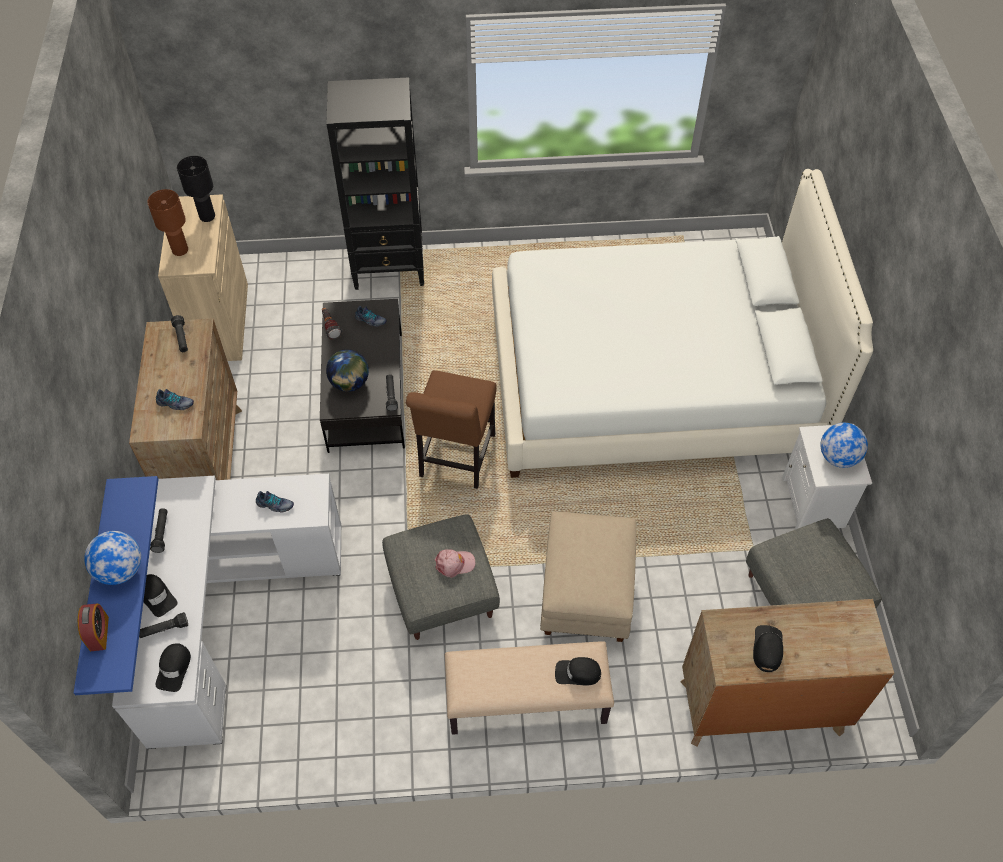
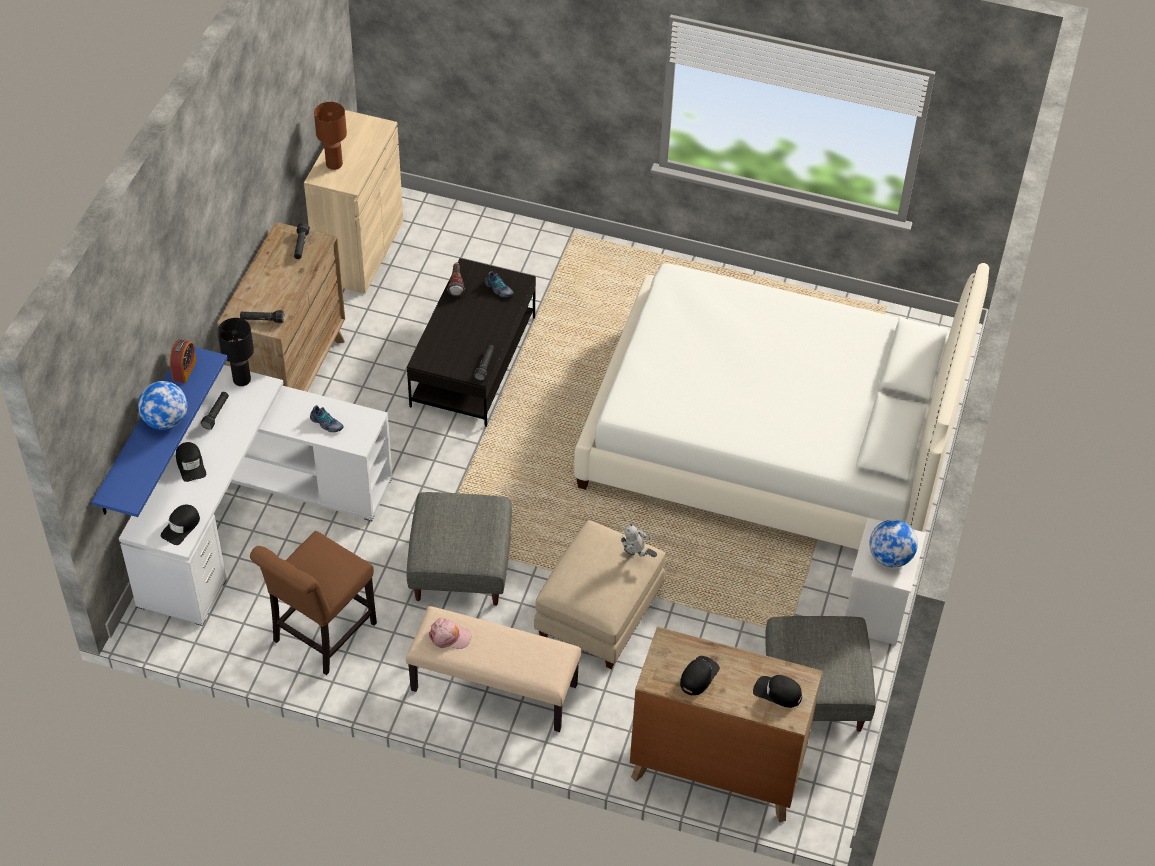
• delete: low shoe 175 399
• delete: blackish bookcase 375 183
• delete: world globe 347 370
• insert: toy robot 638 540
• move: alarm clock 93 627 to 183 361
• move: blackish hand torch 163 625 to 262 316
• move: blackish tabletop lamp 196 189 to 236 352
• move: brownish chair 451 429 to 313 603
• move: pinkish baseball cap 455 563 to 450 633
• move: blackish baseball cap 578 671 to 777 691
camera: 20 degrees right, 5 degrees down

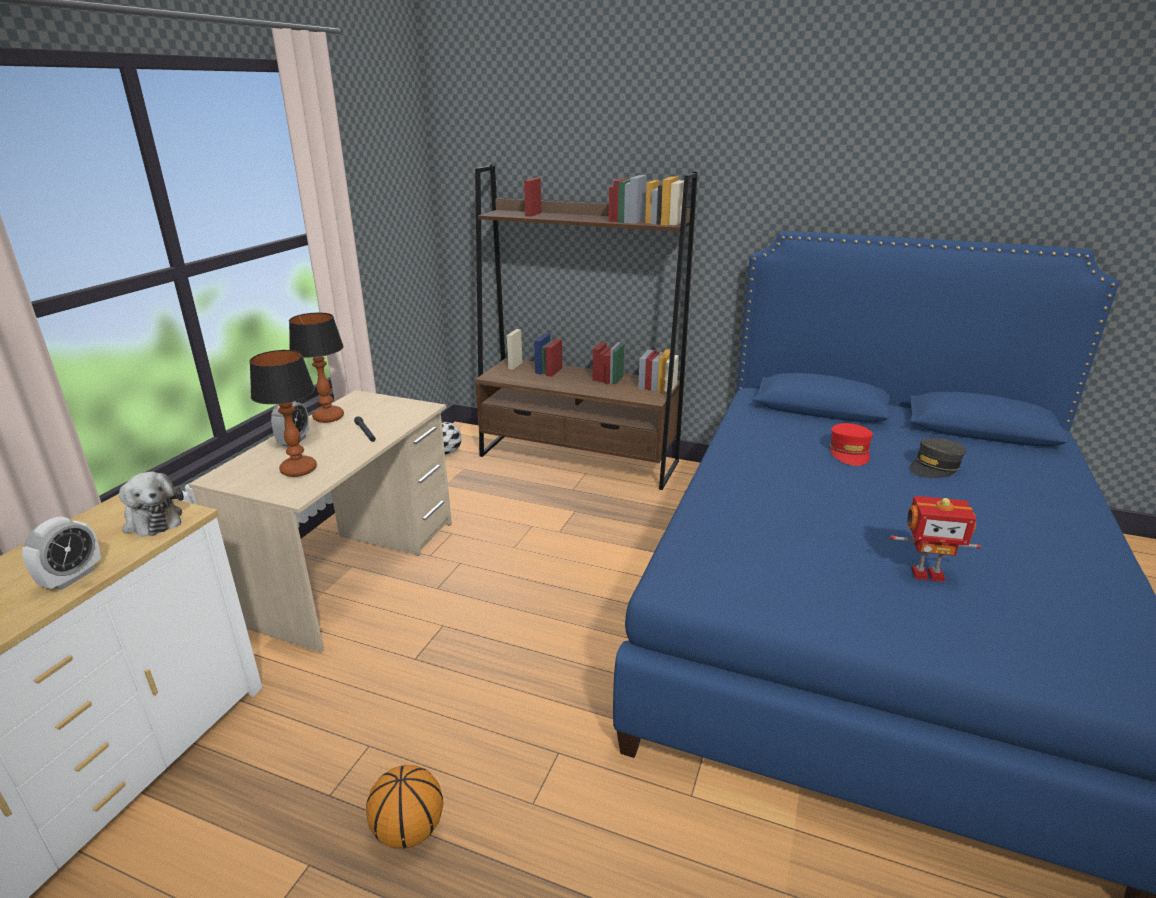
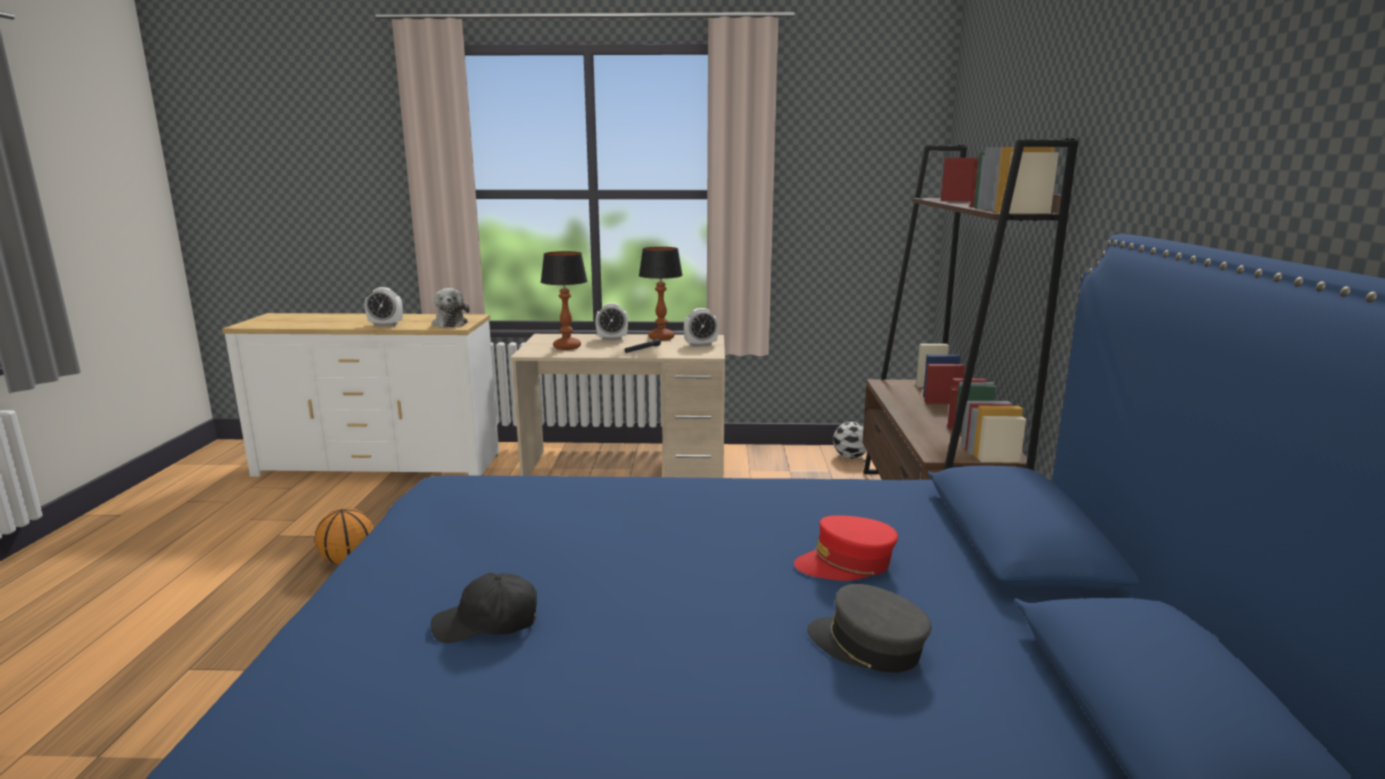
• insert: alarm clock 701 327
• replace: toy robot 935 539 to blackish baseball cap 484 608
• rotate: plush toy 151 504 = 451 308 45 degrees counterclockwise
camera: 70 degrees right, 10 degrees down

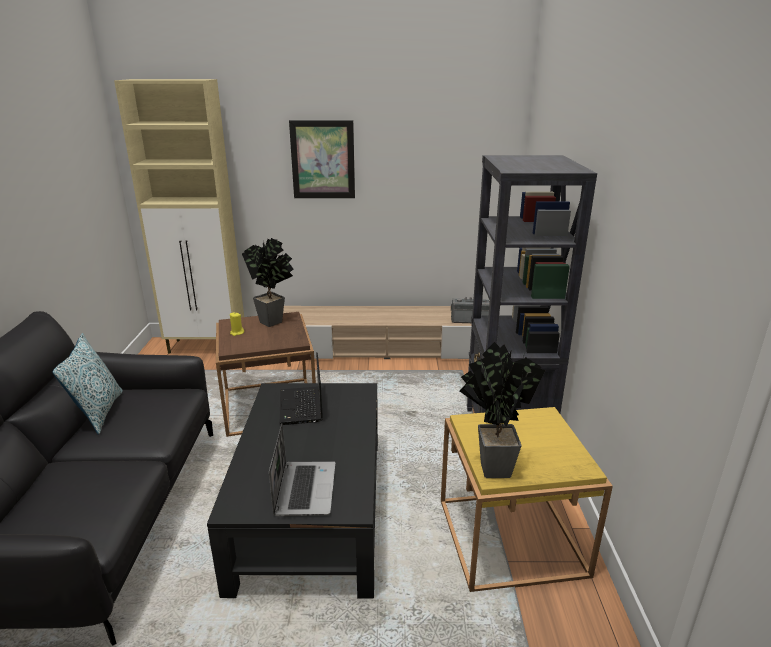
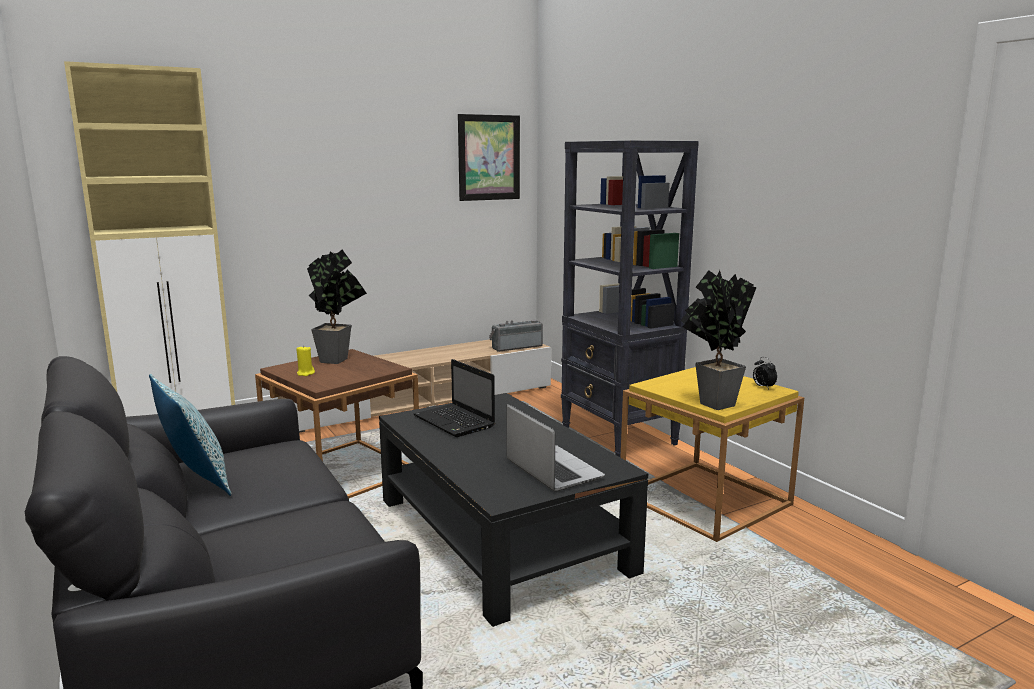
• insert: alarm clock 765 373
• move: wall art 322 159 to 489 157
camera: 30 degrees left, 10 degrees down

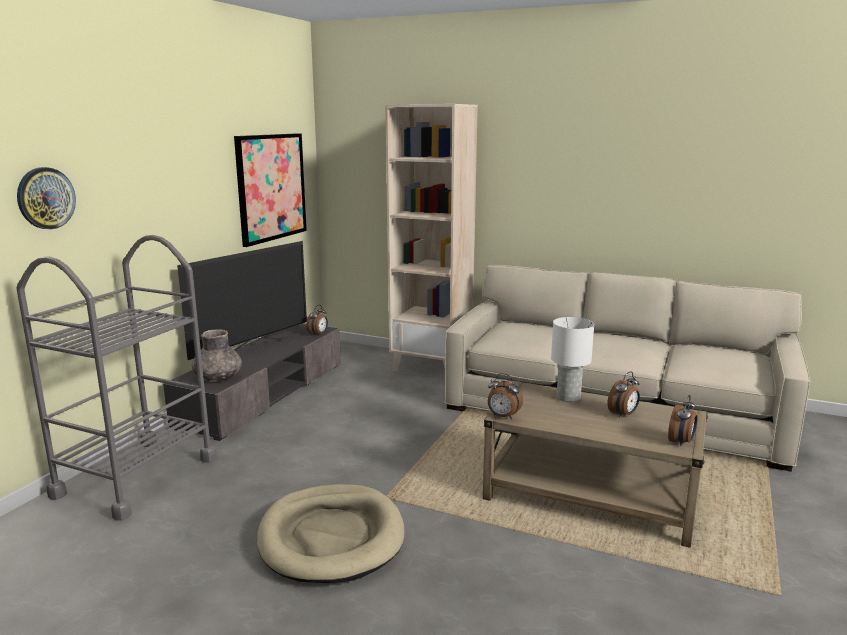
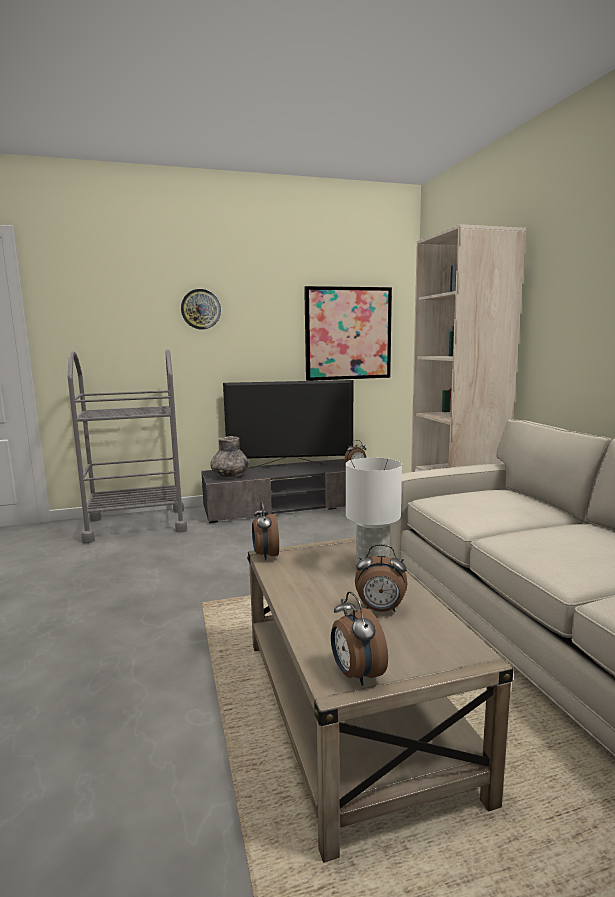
• delete: beige-coloured dog cushion 331 533
• move: hanging clock 46 198 to 201 309
• rotate: alarm clock 682 420 = 359 639 75 degrees clockwise
camera: 50 degrees right, 5 degrees down

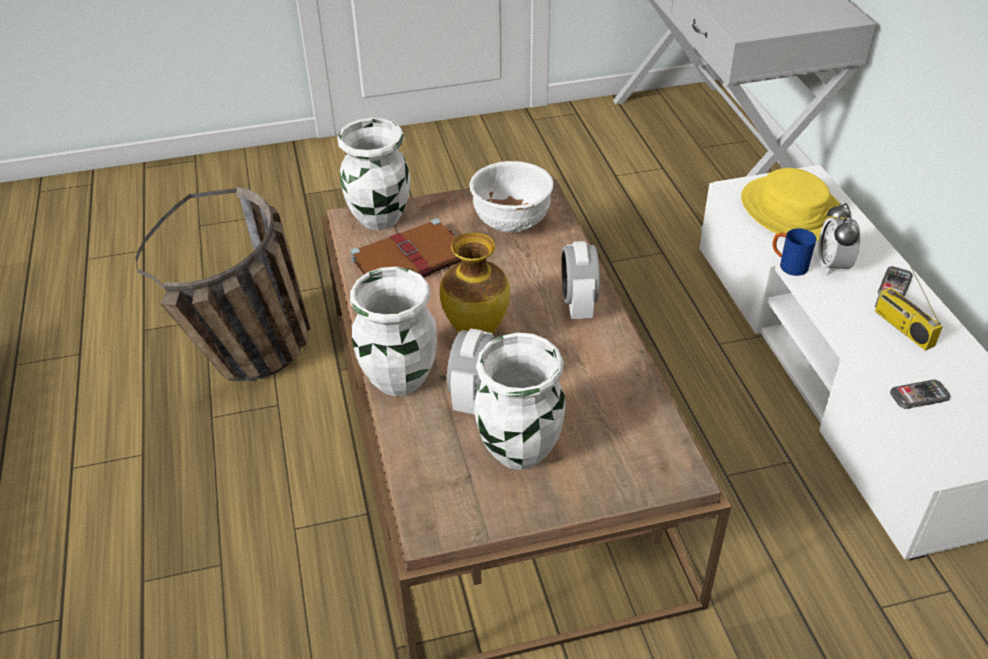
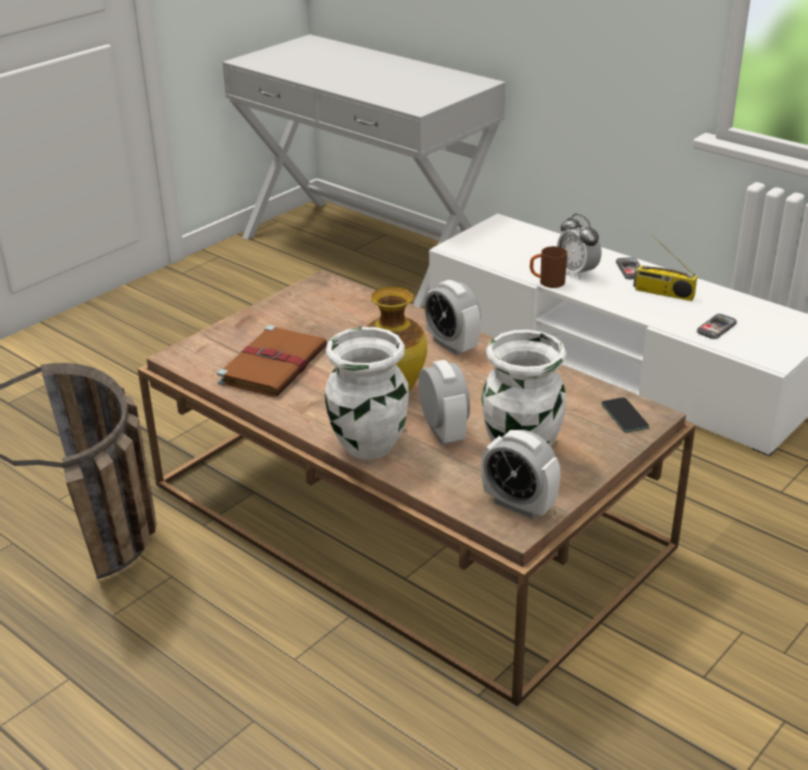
• delete: white-coloured vase 373 174
• delete: white-coloured deep dish 511 197
• delete: yellow hat 794 204
• insert: alarm clock 521 474
• insert: handset 625 415
• recolor: blue tea mug 794 252 to brownish tea mug 549 267
camera: 35 degrees left, 10 degrees down

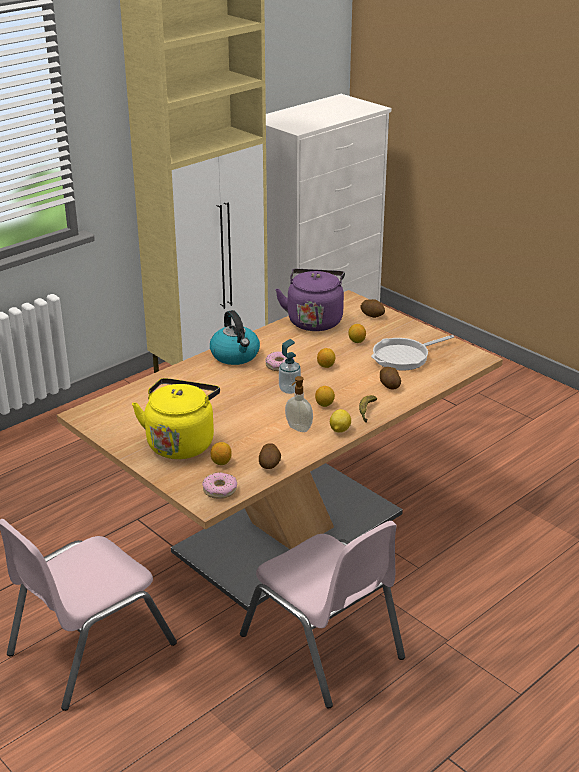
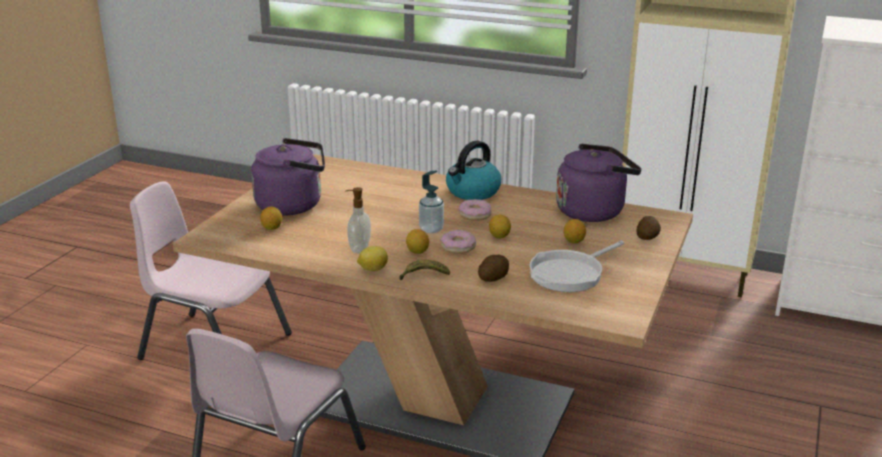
• delete: whole potato 270 456
• move: donut 219 485 to 458 242
• recolor: yellow water kettle 176 418 to purplish water kettle 288 176
• rotate: pan 412 353 = 577 266 75 degrees counterclockwise
camera: 65 degrees right, 5 degrees down

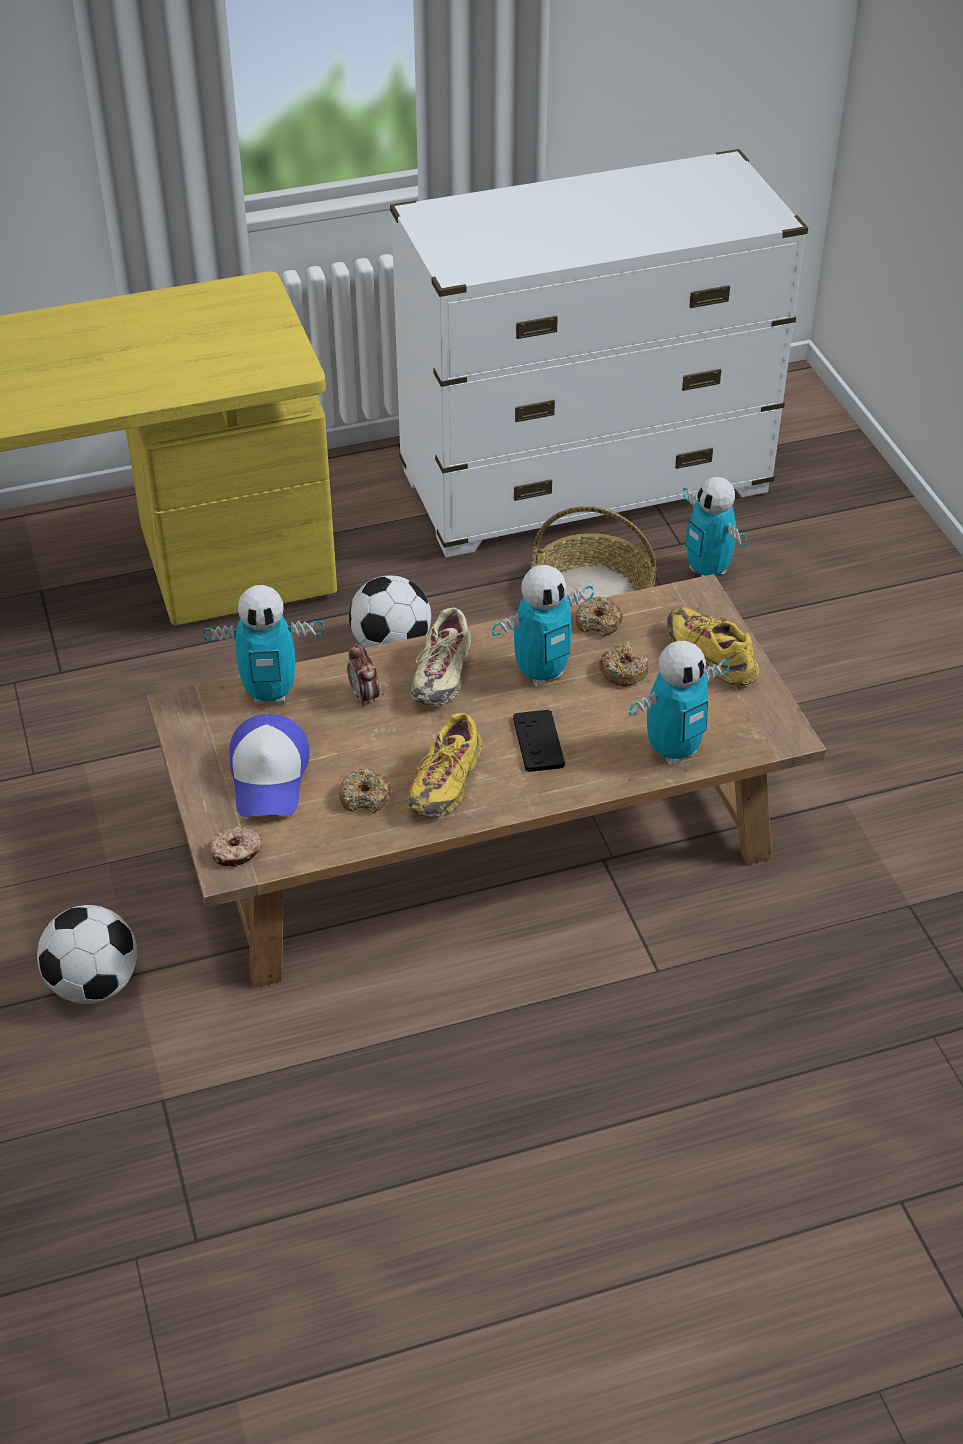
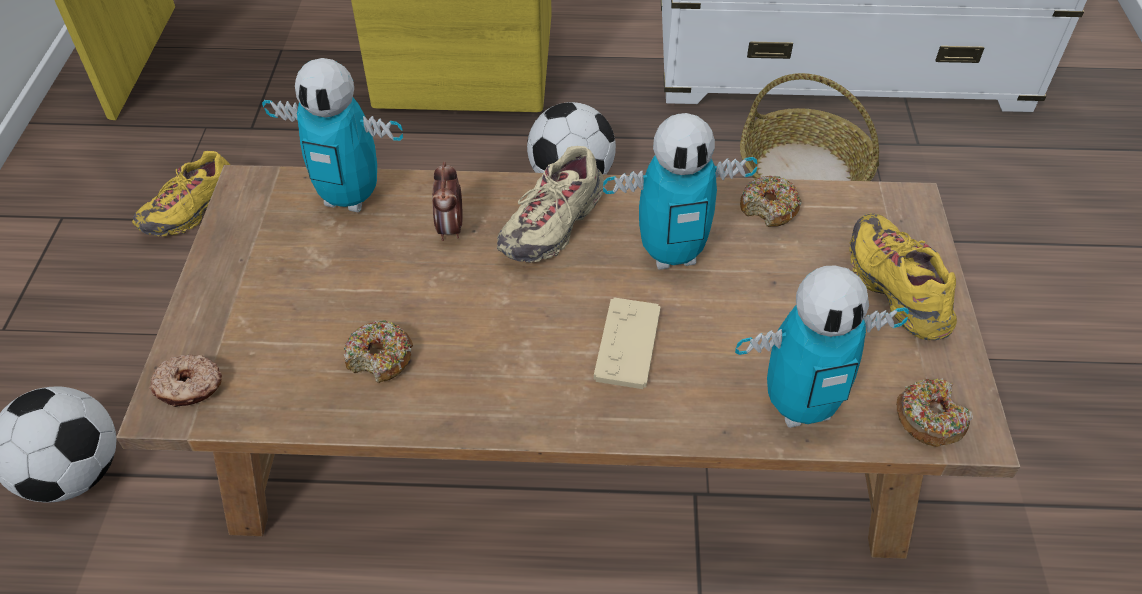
• delete: baseball cap 269 765
• delete: toy robot 715 527
• move: yellow low shoe 444 765 to 181 193
• move: donut 623 665 to 934 413
• recolor: blackish joypad 539 741 to beige-coloured joypad 627 343
camera: 20 degrees right, 5 degrees up

